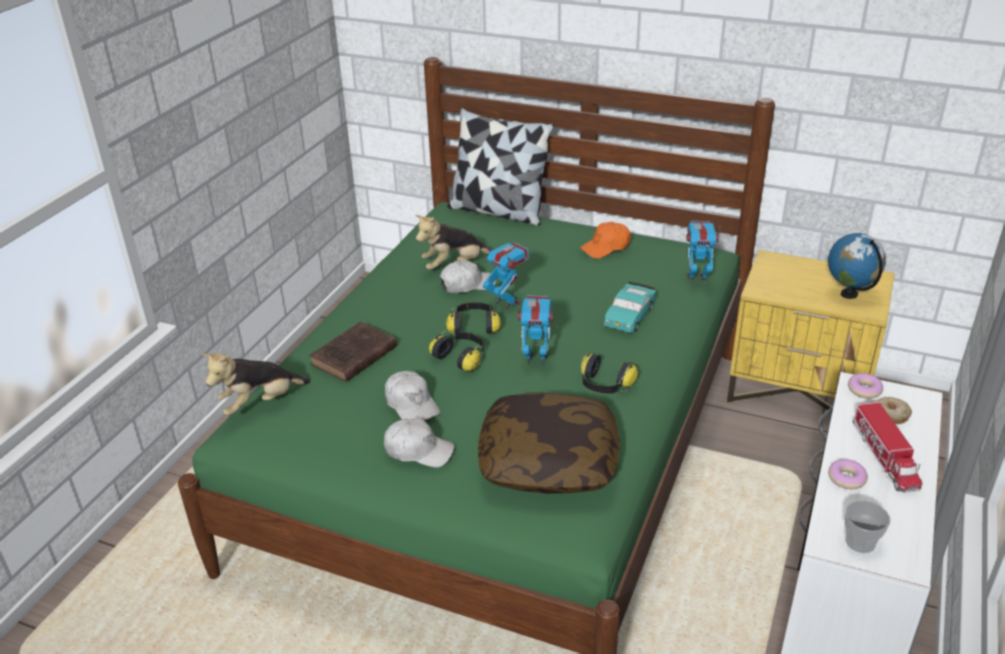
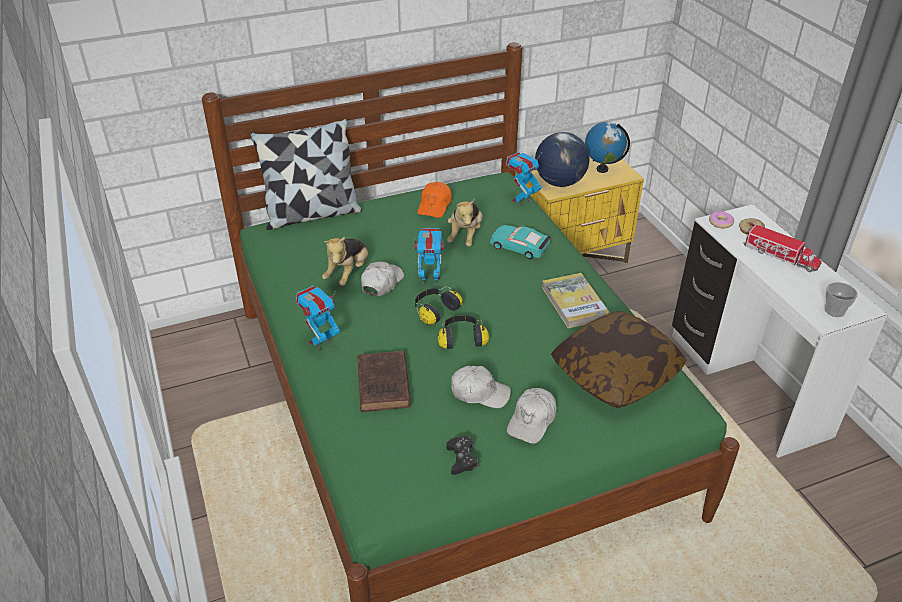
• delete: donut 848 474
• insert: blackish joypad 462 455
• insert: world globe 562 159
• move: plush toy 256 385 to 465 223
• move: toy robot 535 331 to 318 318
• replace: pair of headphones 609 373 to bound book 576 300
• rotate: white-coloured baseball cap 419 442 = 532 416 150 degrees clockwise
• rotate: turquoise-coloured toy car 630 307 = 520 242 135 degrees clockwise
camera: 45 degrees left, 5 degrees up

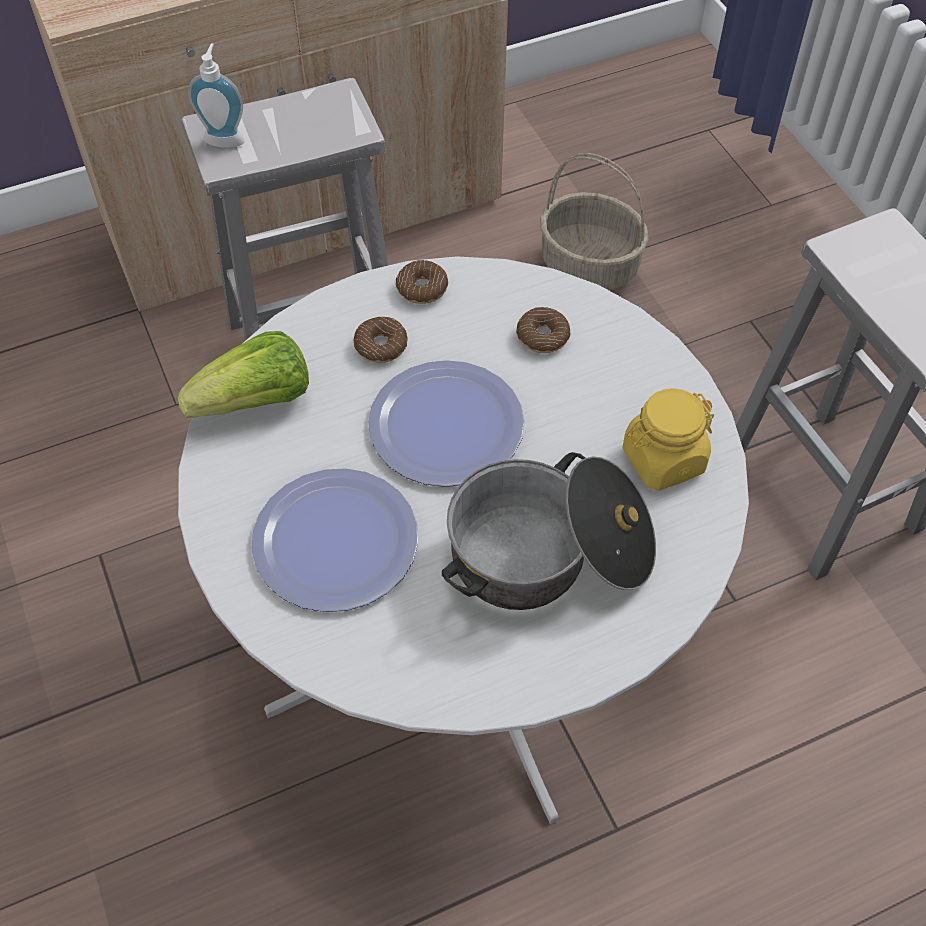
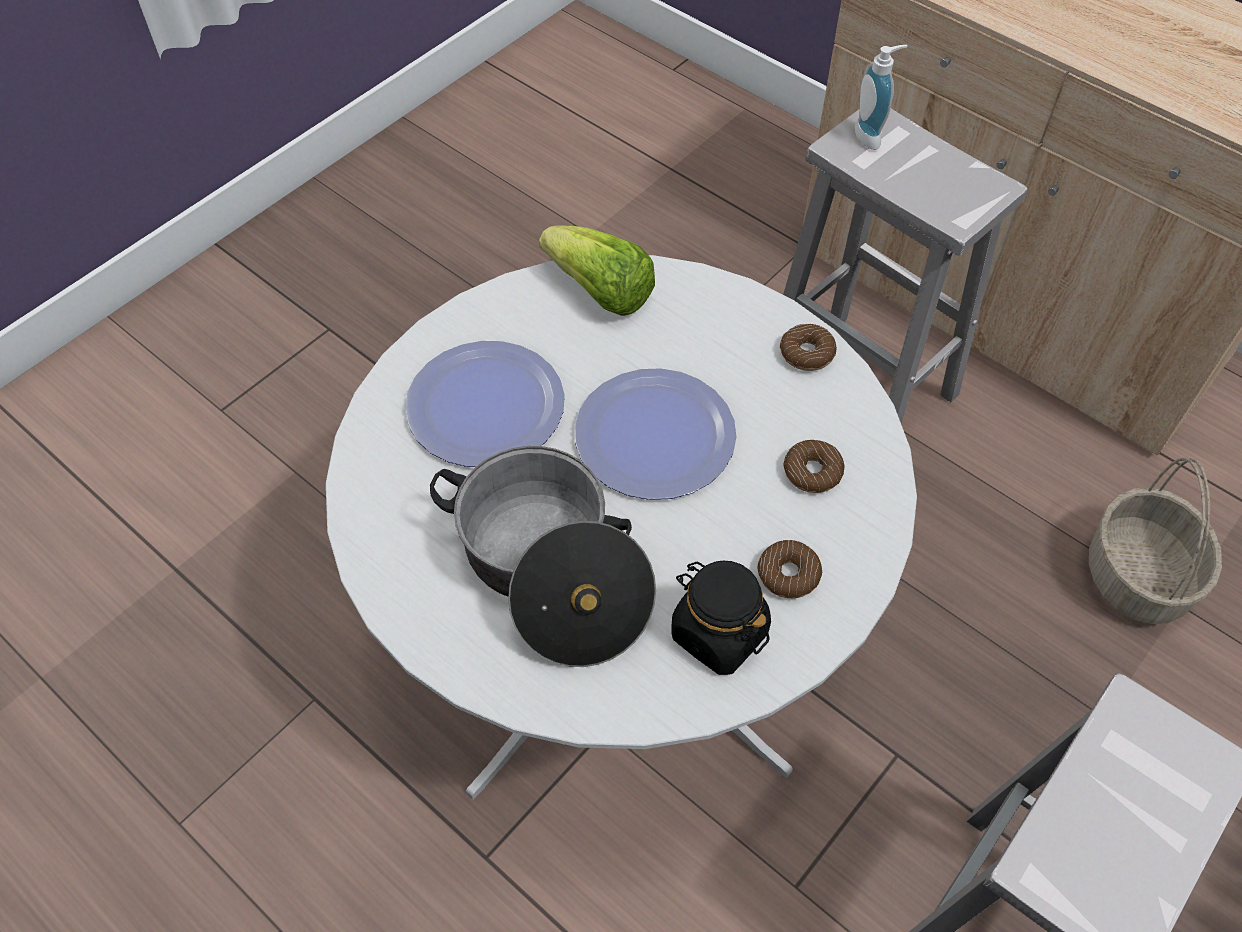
• move: donut 380 340 to 790 569
• recolor: yellow preserve jar 668 439 to blackish preserve jar 721 618
camera: 65 degrees right, 0 degrees up

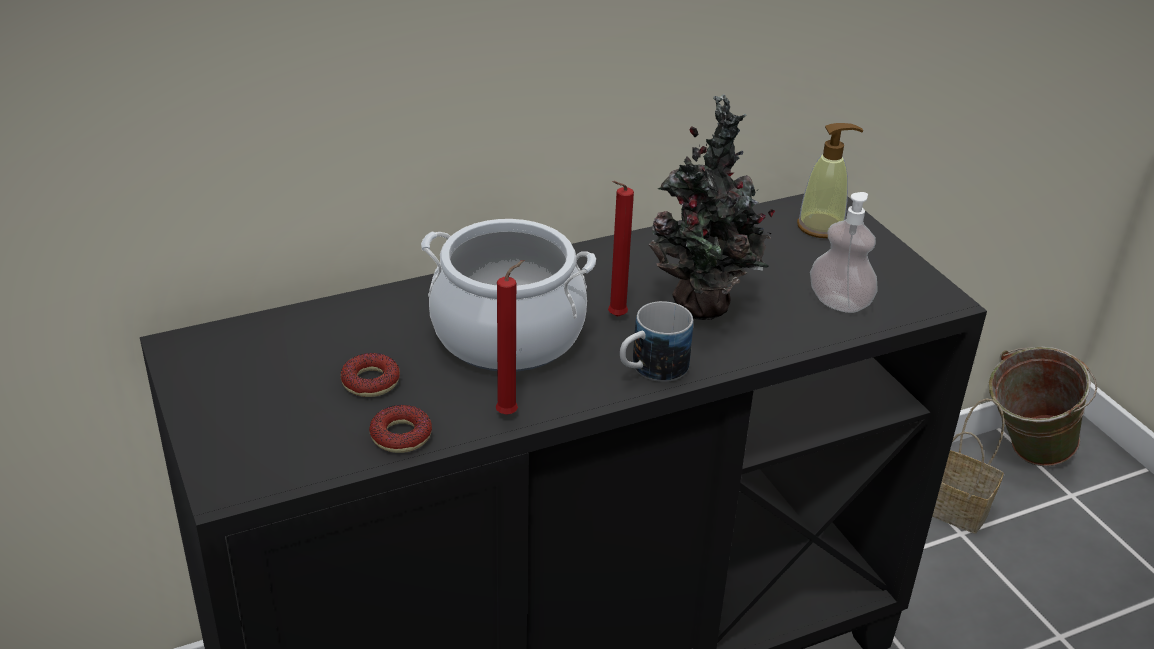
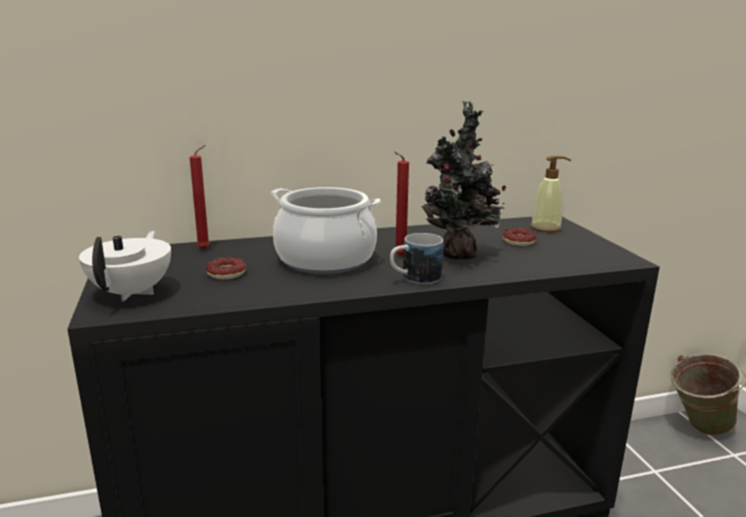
• delete: liquid soap bottle 844 252
• delete: storage basket 968 465
• insert: white-coloured tea pot 125 266
• move: donut 400 429 to 519 237
• move: reddish candle 510 337 to 200 197
camera: 10 degrees right, 15 degrees down

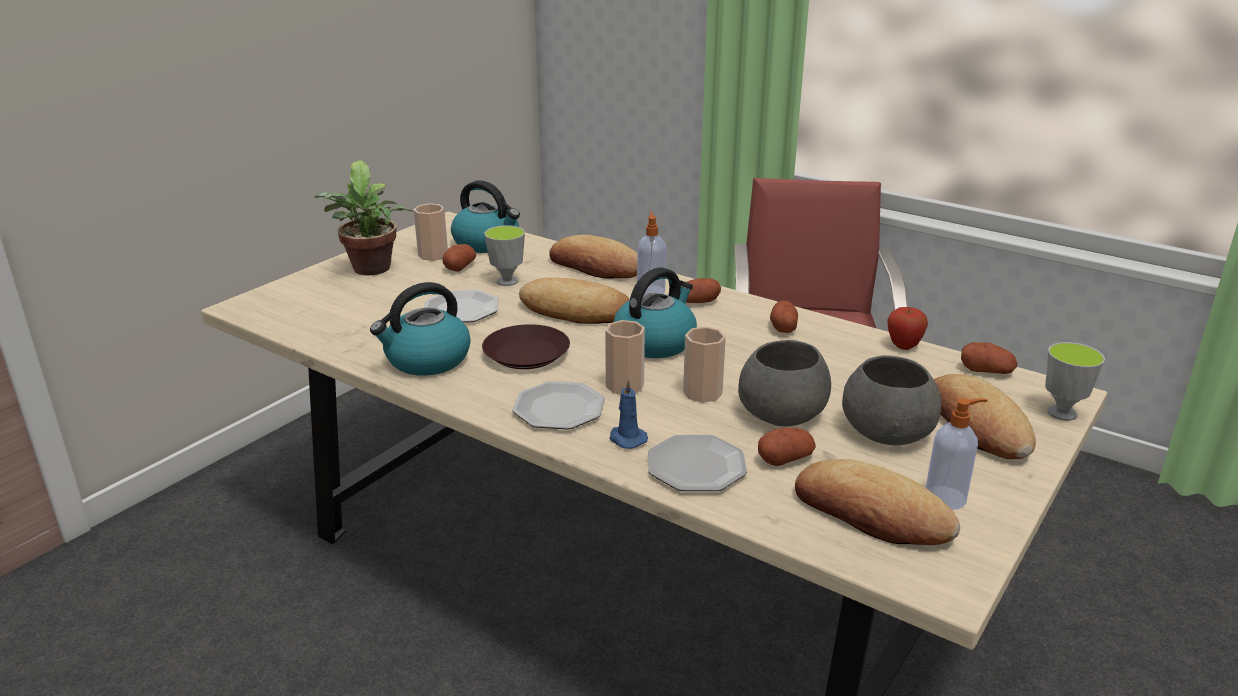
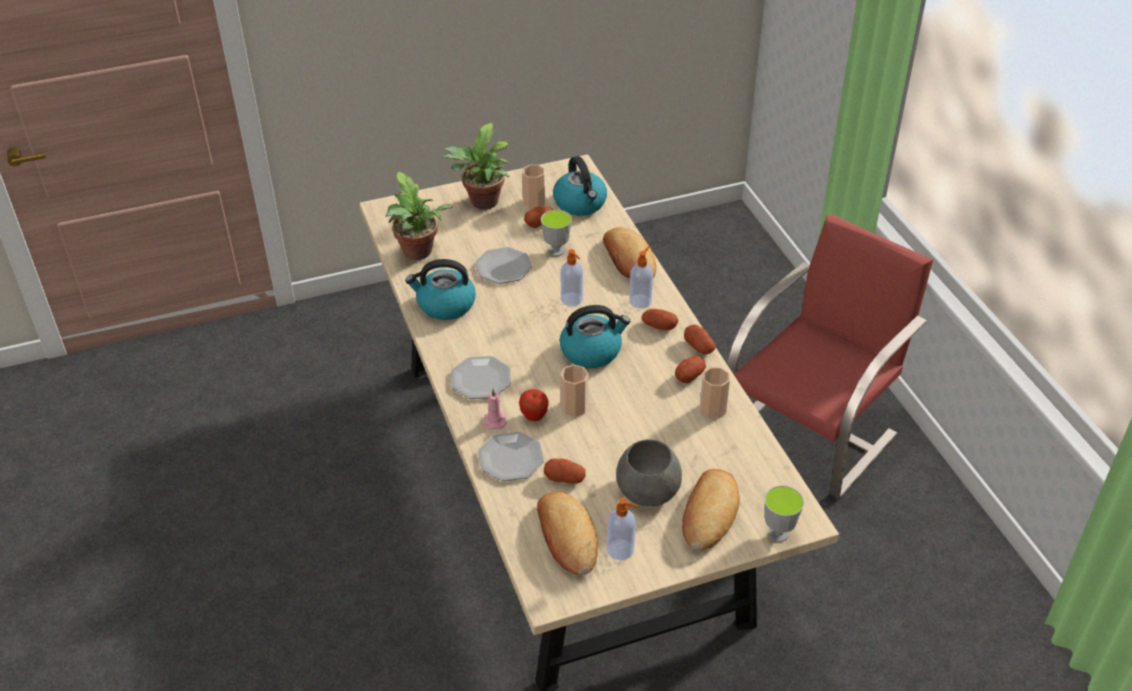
• delete: brownish flat dish 526 346
• delete: greyish deep dish 784 383
• insert: potted plant 419 216
• move: cup 625 357 to 715 393
• move: apple fruit 907 328 to 534 405
• move: whole potato 989 358 to 699 340
• replace: baked bread 574 301 to liquid soap bottle 572 277
• recolor: blue candle 628 414 to pinkish candle 495 409
camera: 35 degrees right, 15 degrees up

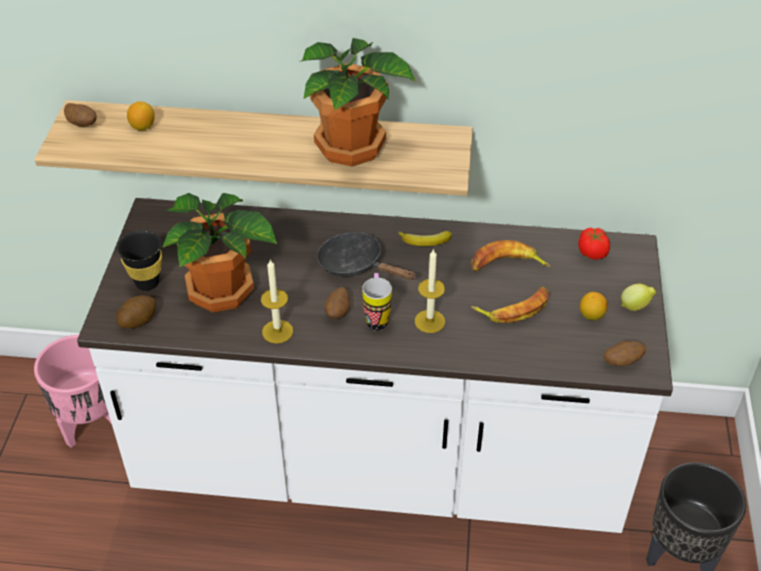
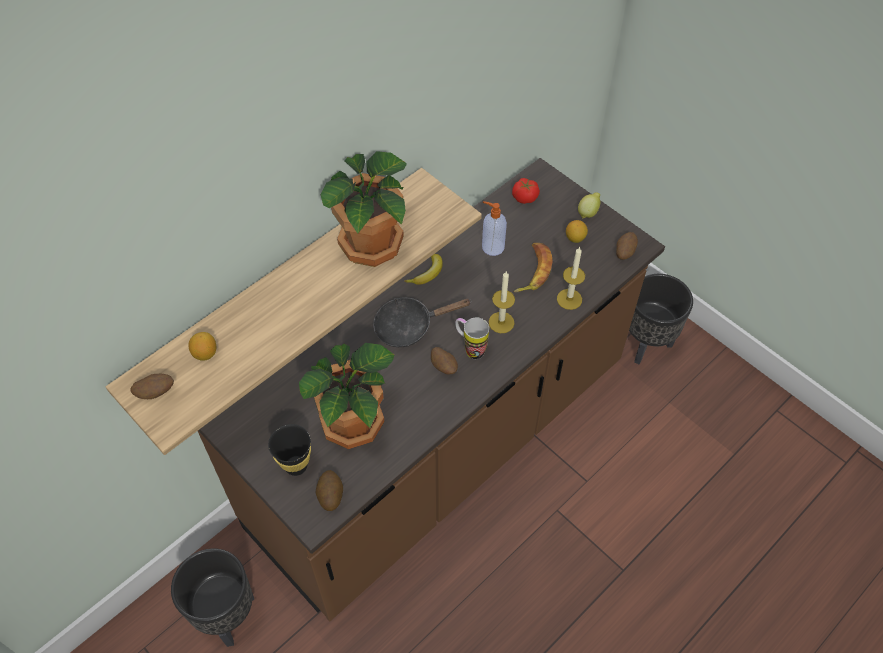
• move: candle 277 302 to 571 278
• replace: whole banana 511 256 to liquid soap bottle 494 228
• recolor: pinkish planter 73 391 to blackish planter 212 597
• recolor: white-coloured kitchen base unit 375 365 to brownish kitchen base unit 431 389
camera: 50 degrees left, 10 degrees up

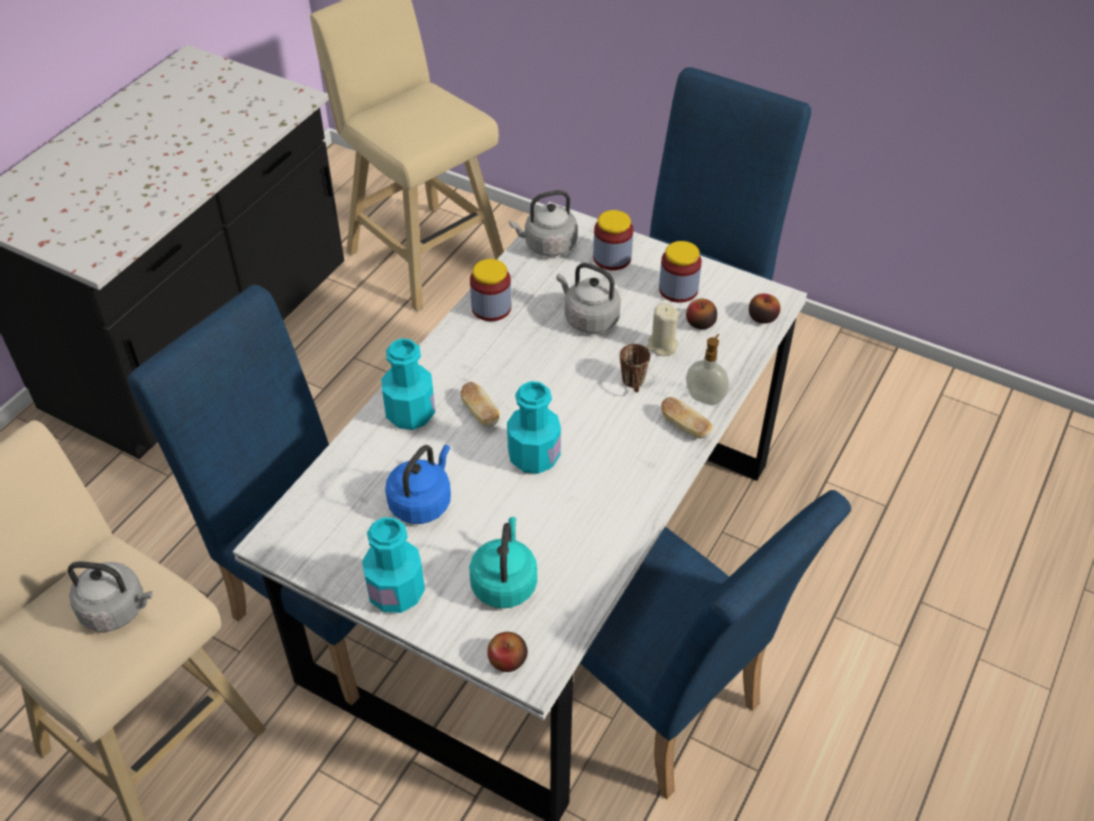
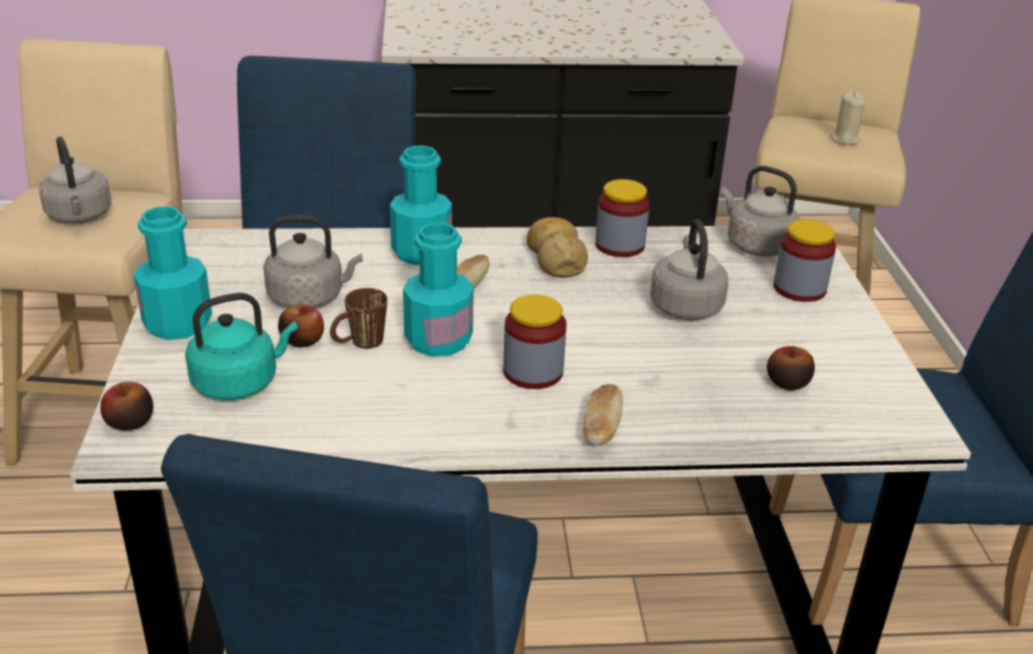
• delete: liquid soap bottle 707 369
• insert: baked bread 557 247
• move: brownish tea mug 635 368 to 358 318
• move: beige-coloured candle 662 329 to 847 118
• move: preserve jar 680 272 to 534 342
• move: apple fruit 765 309 to 301 325
• recolor: blue water kettle 418 484 to greyish water kettle 313 261
camera: 55 degrees right, 15 degrees down

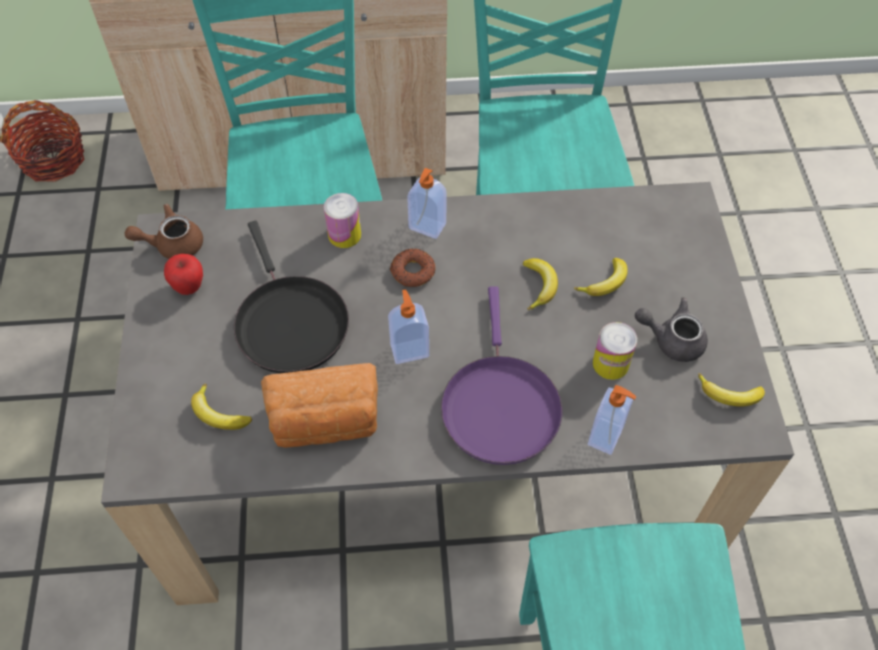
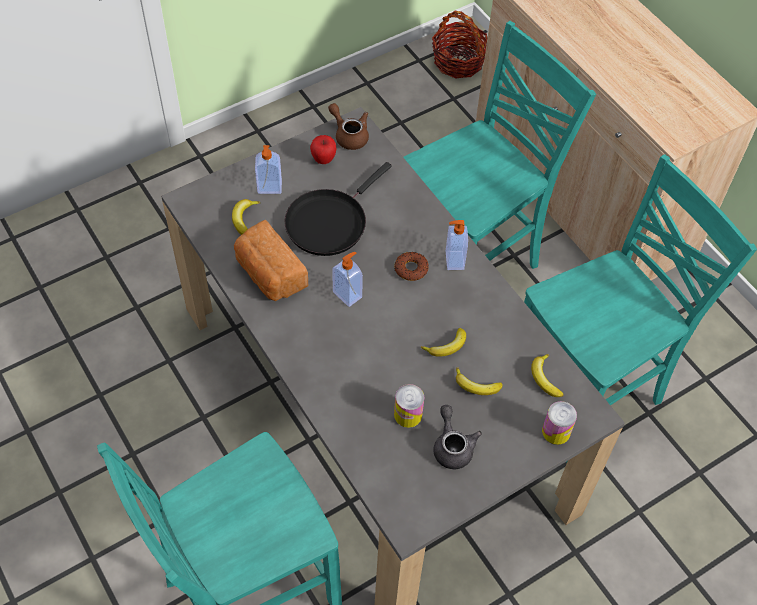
• delete: purplish pan 501 375
• move: sealed can 342 220 to 559 423
• move: liquid soap bottle 612 420 to 268 169
• move: whole banana 731 390 to 547 375
camera: 60 degrees right, 0 degrees up

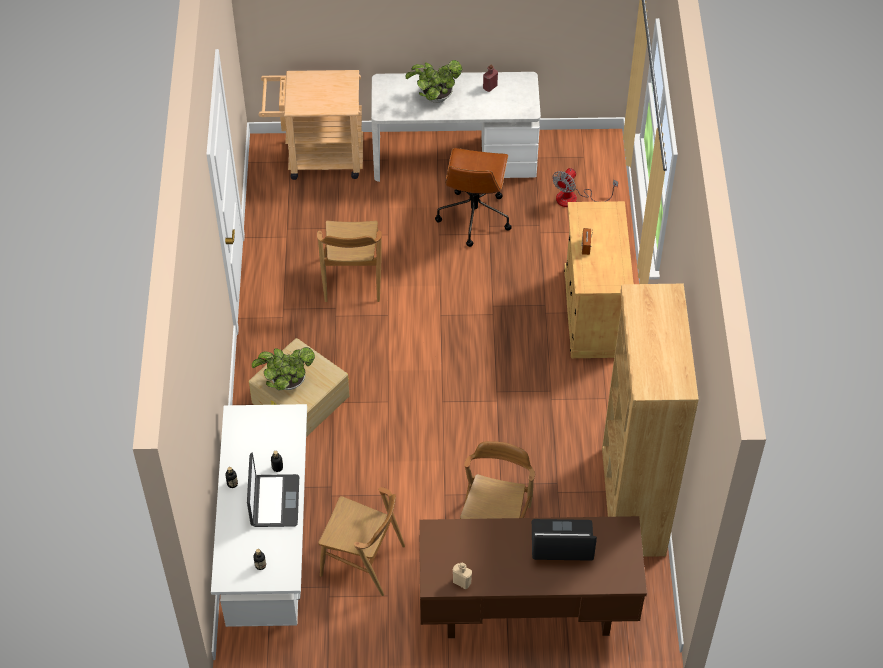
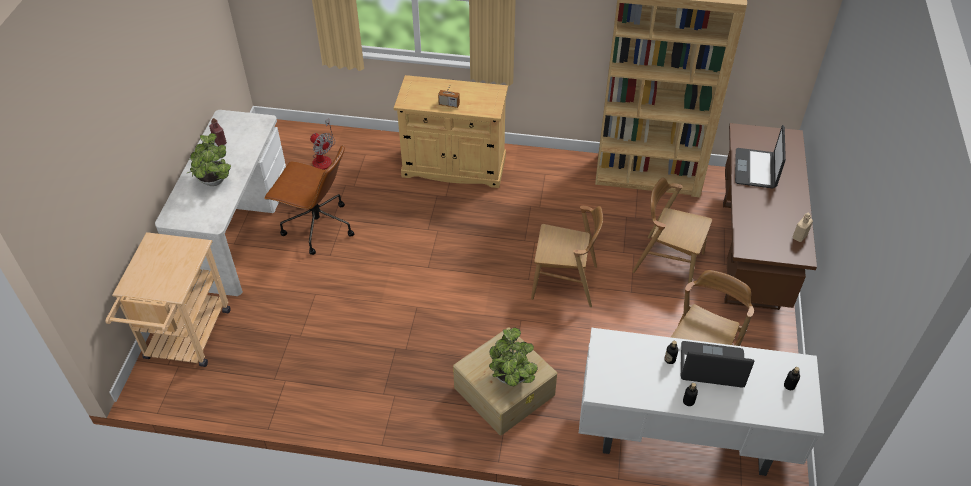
• move: brownish chair 349 261 to 567 256
camera: 80 degrees left, 5 degrees down

